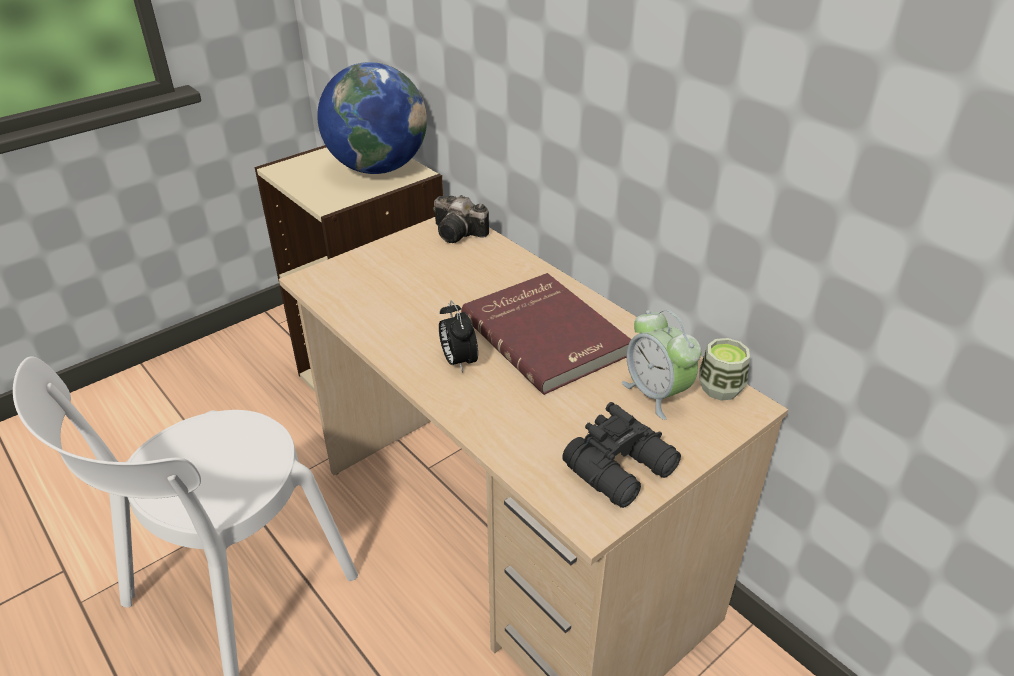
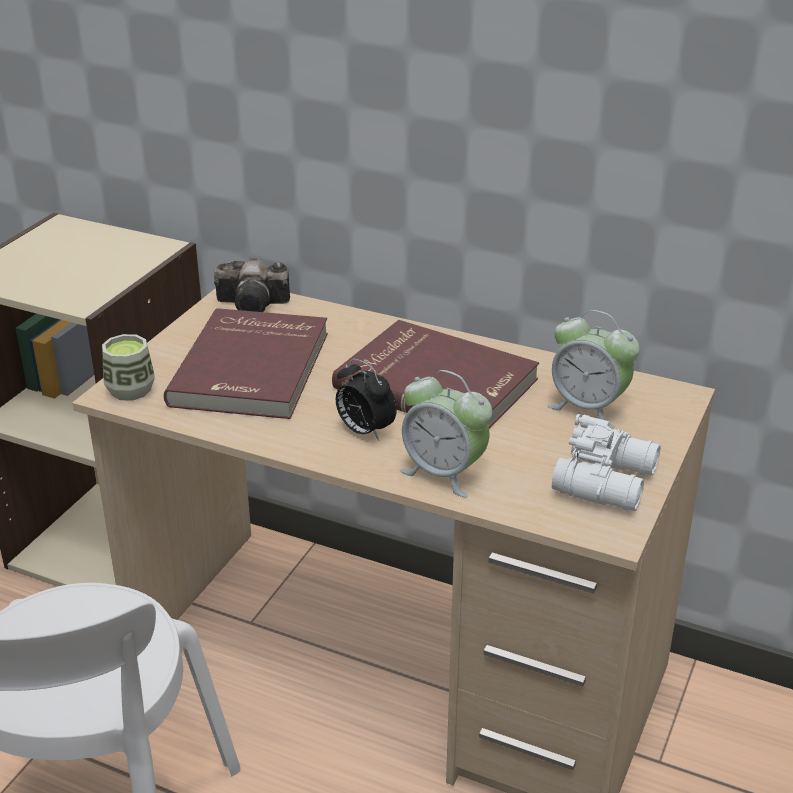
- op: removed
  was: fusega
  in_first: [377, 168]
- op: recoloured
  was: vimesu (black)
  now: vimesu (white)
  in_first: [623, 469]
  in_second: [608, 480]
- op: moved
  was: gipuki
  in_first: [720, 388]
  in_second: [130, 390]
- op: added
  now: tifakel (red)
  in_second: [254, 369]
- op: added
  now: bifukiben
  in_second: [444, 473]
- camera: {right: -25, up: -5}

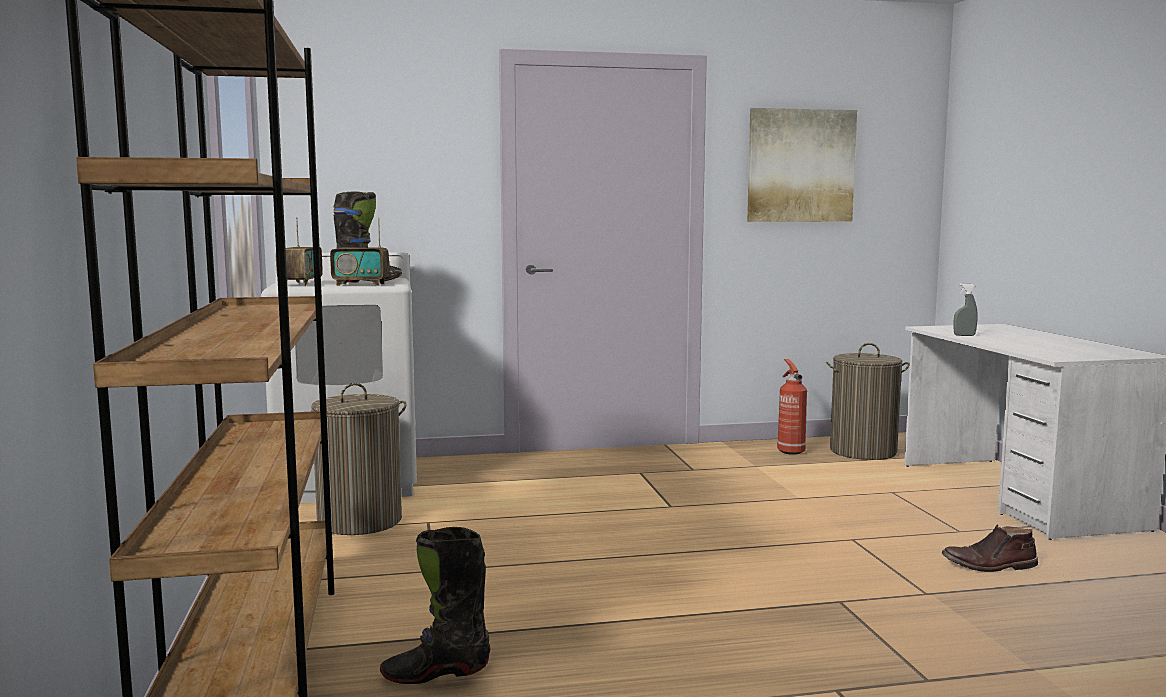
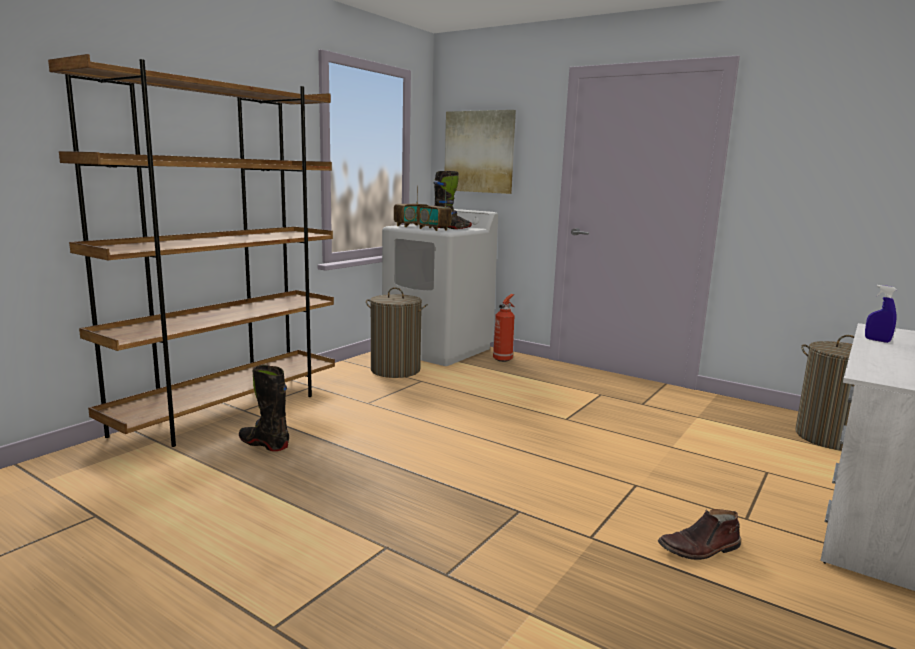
- op: moved
  was: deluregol
  in_first: [800, 166]
  in_second: [479, 152]
- op: moved
  was: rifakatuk
  in_first: [790, 451]
  in_second: [503, 359]
- op: turned
  was: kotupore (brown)
  in_first: [989, 565]
  in_second: [699, 549]
  clockwise: -60
- op: recoloured
  was: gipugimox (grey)
  now: gipugimox (blue)
  in_first: [964, 335]
  in_second: [877, 340]
- camera: {right: 45, up: 5}

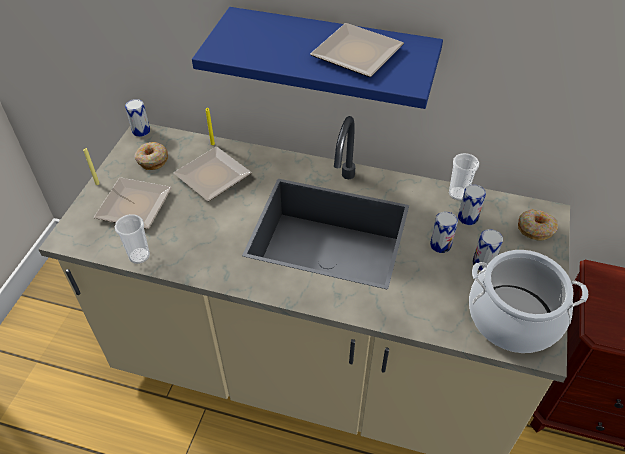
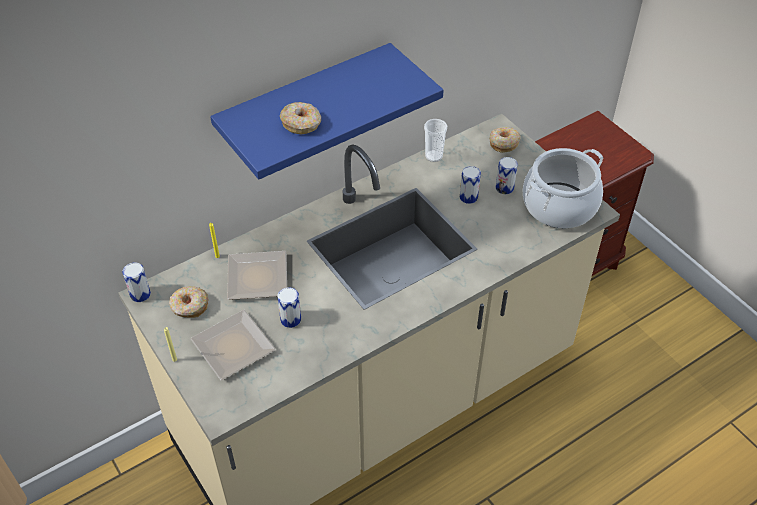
- op: removed
  was: gipuki
  in_first: [139, 256]
- op: removed
  was: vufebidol
  in_first: [360, 53]
- op: moved
  was: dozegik
  in_first: [468, 218]
  in_second: [290, 319]
- op: added
  now: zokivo
  in_second: [301, 123]
- camera: {right: -50, up: 0}

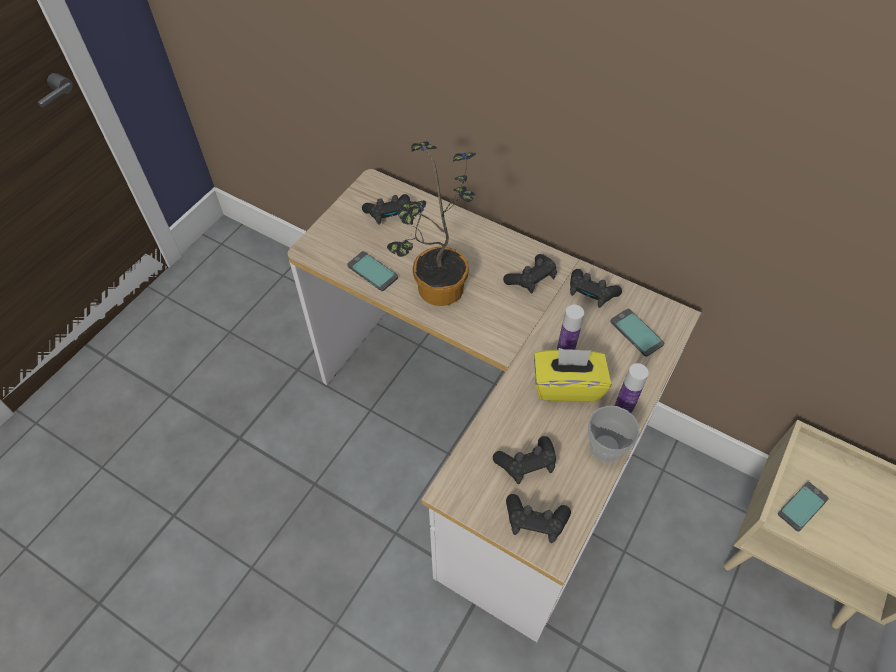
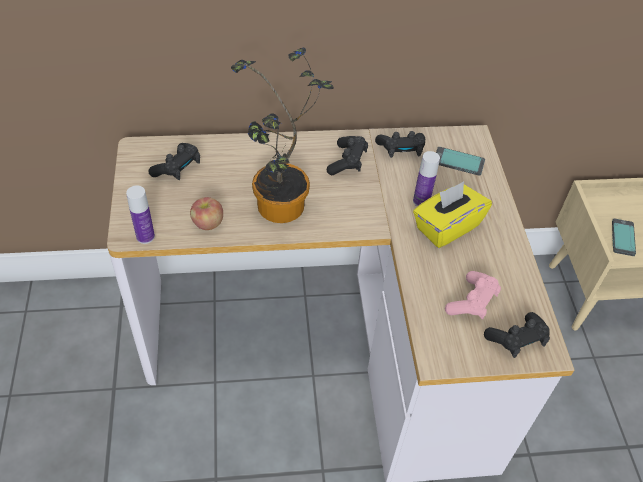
- op: replaced
  was: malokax
  now: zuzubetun
  in_first: [372, 272]
  in_second: [207, 223]
- op: recoloured
  was: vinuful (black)
  now: vinuful (pink)
  in_first: [526, 464]
  in_second: [472, 302]
- op: removed
  was: gipuki
  in_first: [605, 447]
- op: moved
  was: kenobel
  in_first: [624, 406]
  in_second: [145, 236]
- camera: {right: -40, up: -5}

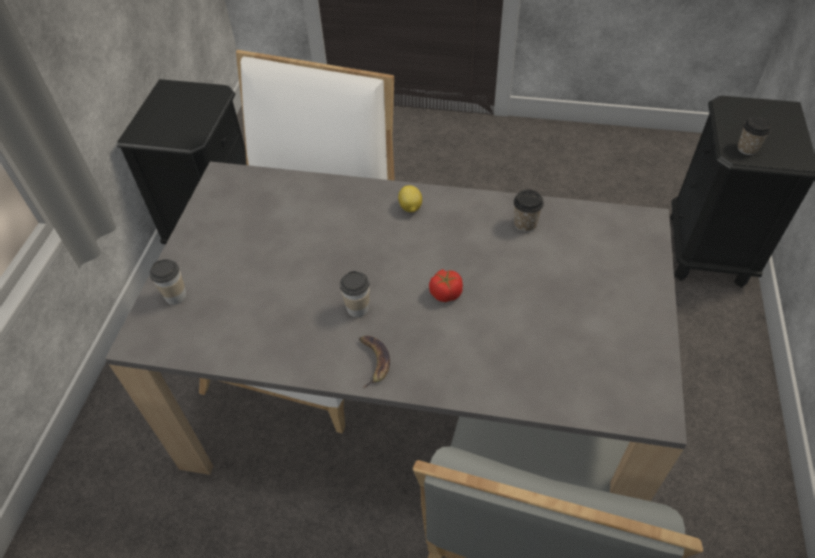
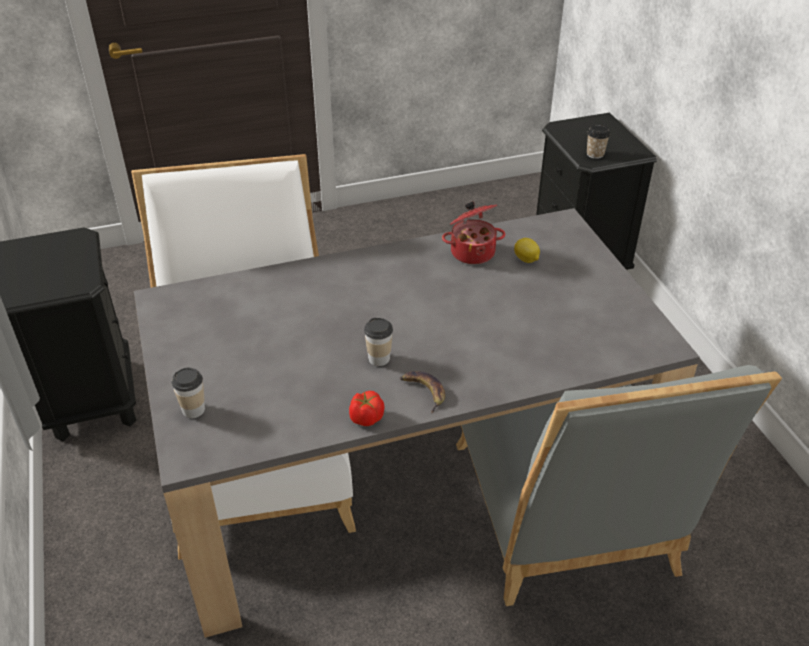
- op: moved
  was: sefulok
  in_first: [410, 208]
  in_second: [526, 260]
- op: moved
  was: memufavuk
  in_first: [445, 293]
  in_second: [366, 418]
- op: replaced
  was: gipuki
  now: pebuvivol
  in_first: [525, 224]
  in_second: [472, 251]
- camera: {right: -30, up: -10}

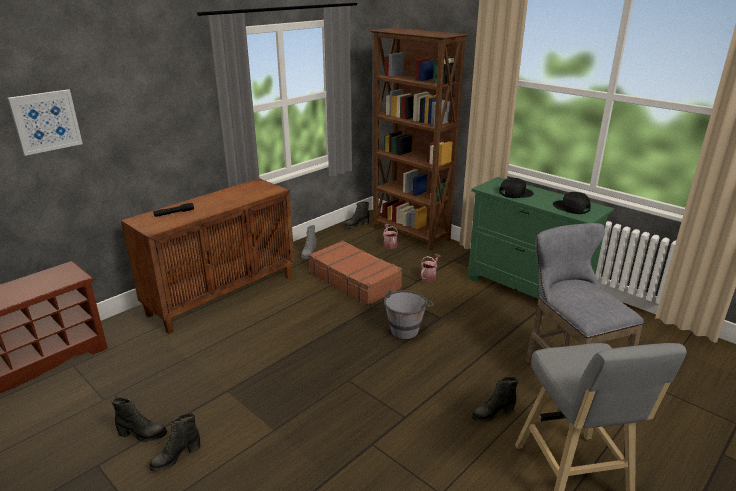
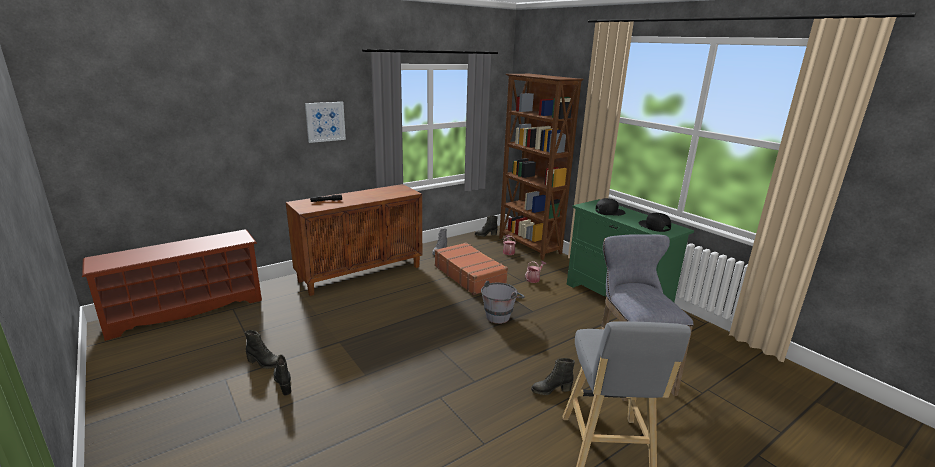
- op: moved
  was: deluregol
  in_first: [46, 121]
  in_second: [325, 121]
- op: turned
  was: kotupore (black)
  in_first: [176, 457]
  in_second: [283, 383]
  clockwise: 90
- camera: {right: 10, up: -5}

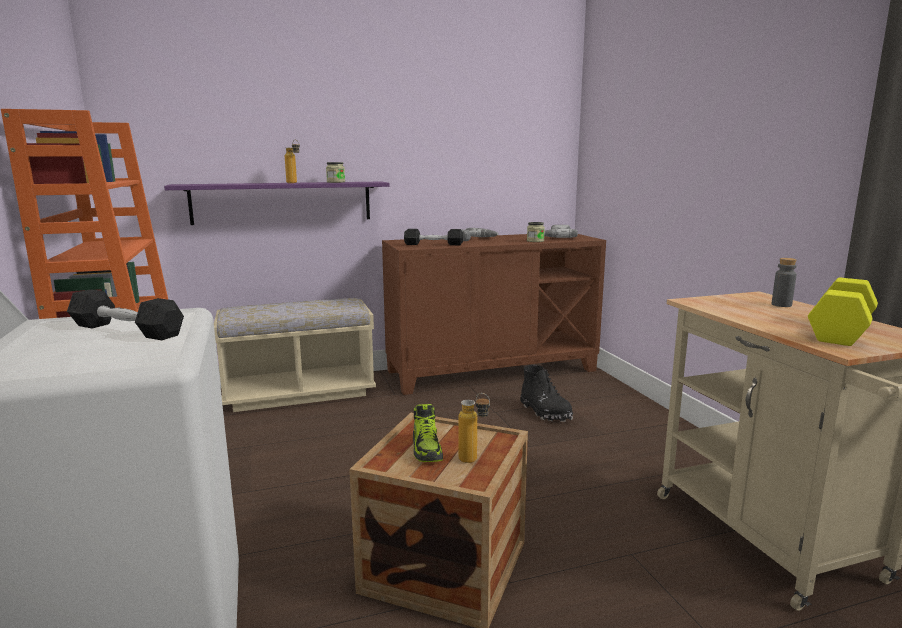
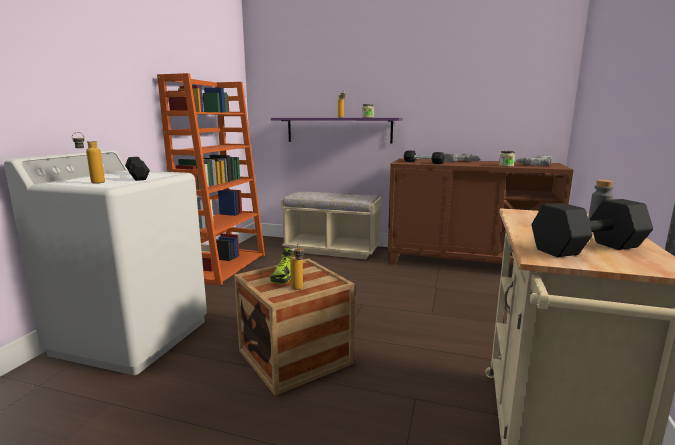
- op: removed
  was: kotupore (black)
  in_first: [545, 412]
- op: recoloured
  was: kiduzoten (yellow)
  now: kiduzoten (black)
  in_first: [842, 332]
  in_second: [587, 249]
- op: added
  now: kenobel
  in_second: [92, 183]
- camera: {right: 35, up: 0}

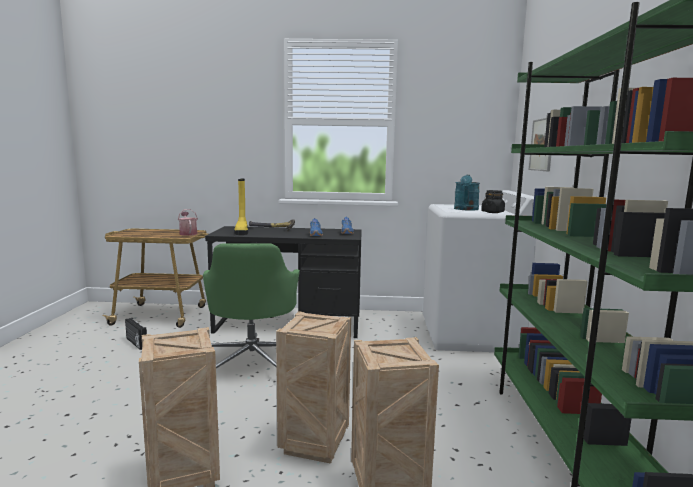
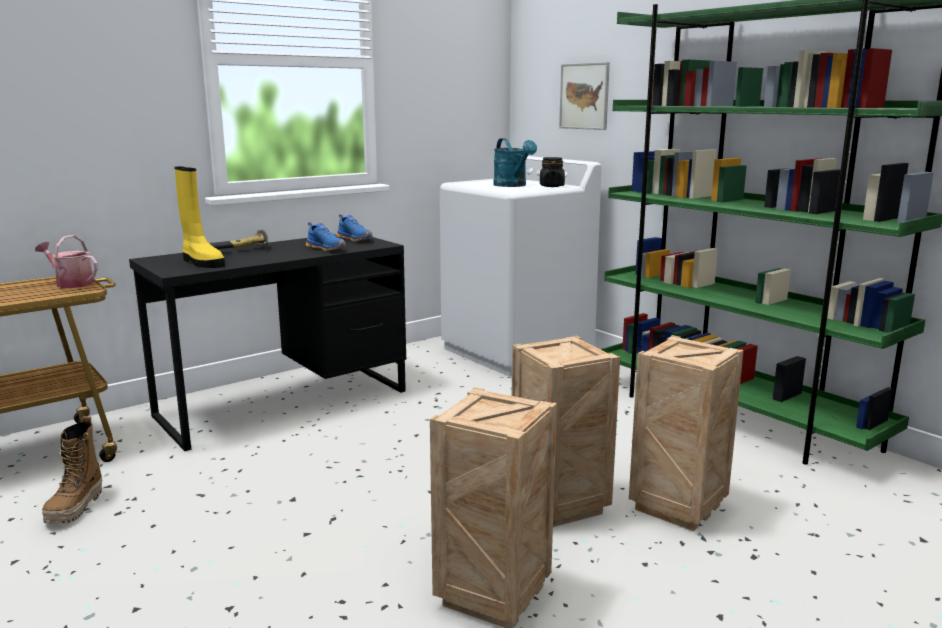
- op: replaced
  was: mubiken
  now: kotupore
  in_first: [136, 343]
  in_second: [76, 508]
- op: removed
  was: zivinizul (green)
  in_first: [253, 363]
- camera: {right: -40, up: 5}

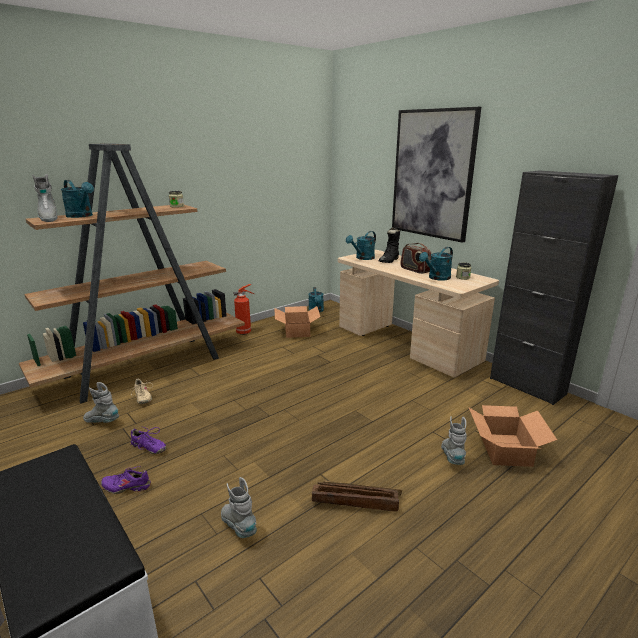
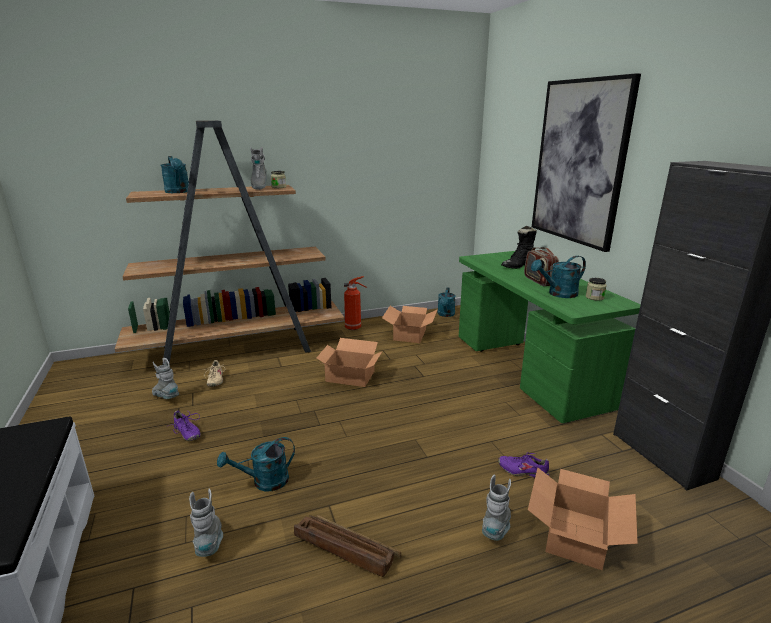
- op: moved
  was: kotupore (grey)
  in_first: [48, 219]
  in_second: [259, 187]
- op: moved
  was: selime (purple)
  in_first: [127, 486]
  in_second: [523, 471]
- op: recoloured
  was: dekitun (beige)
  now: dekitun (green)
  in_first: [406, 344]
  in_second: [527, 370]
- op: moved
  was: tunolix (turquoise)
  in_first: [362, 258]
  in_second: [264, 482]
- op: added
  now: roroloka
  in_second: [350, 376]
- camera: {right: 20, up: 0}

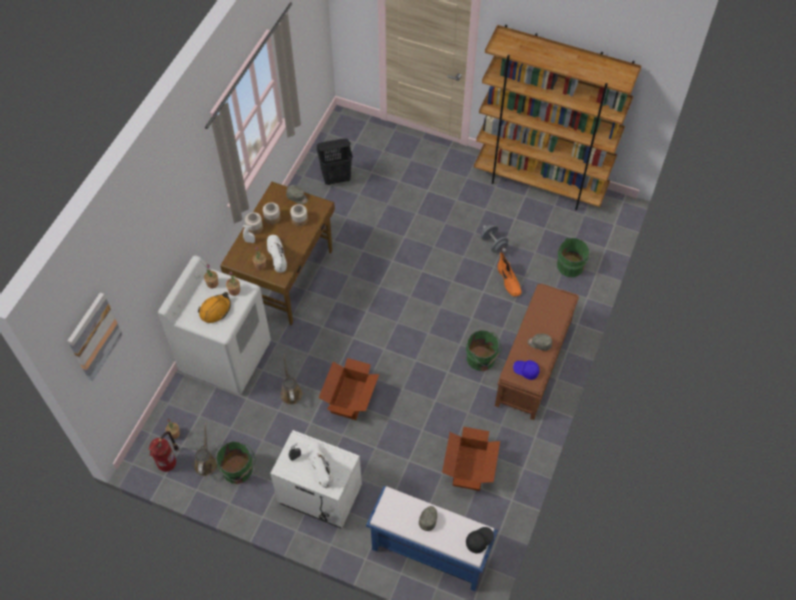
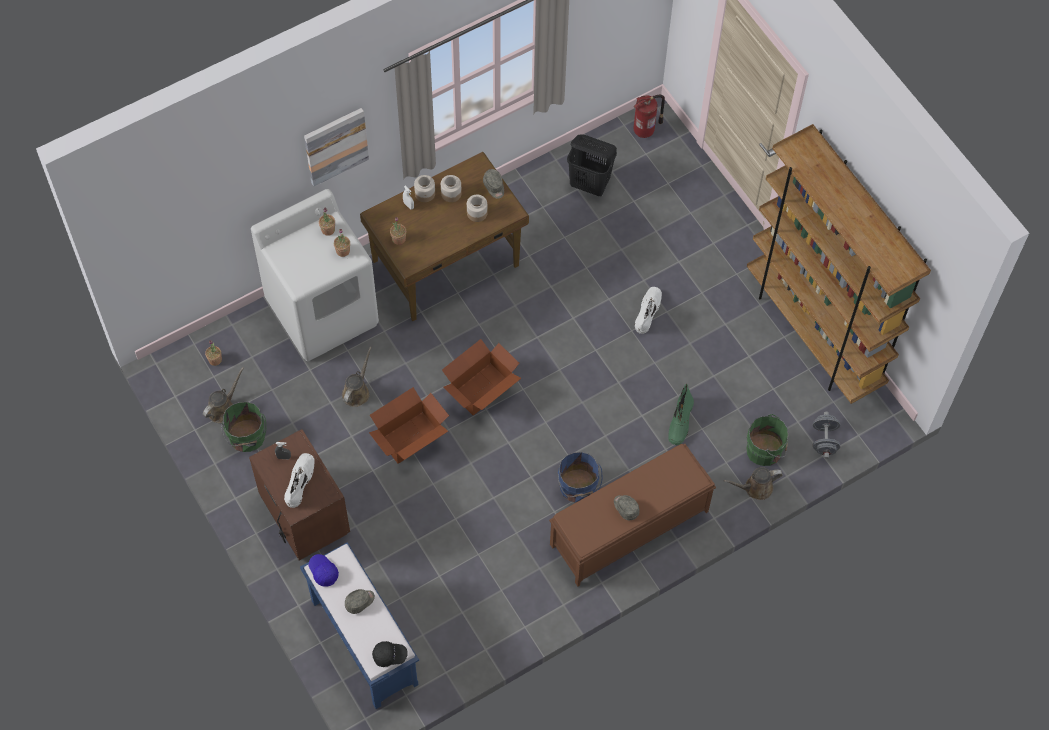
- op: moved
  was: deluregol
  in_first: [94, 336]
  in_second: [336, 145]
- op: moved
  was: rifakatuk
  in_first: [168, 462]
  in_second: [645, 130]
- op: removed
  was: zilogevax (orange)
  in_first: [215, 310]
- op: moved
  was: kotupore (white)
  in_first: [277, 254]
  in_second: [648, 311]
- op: recoloured
  was: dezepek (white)
  now: dezepek (brown)
  in_first: [319, 496]
  in_second: [303, 515]
- op: moved
  was: roroloka
  in_first: [469, 468]
  in_second: [480, 389]
- op: recoloured
  was: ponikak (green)
  now: ponikak (blue)
  in_first: [481, 359]
  in_second: [577, 487]
- op: moved
  was: kiduzoten (grey)
  in_first: [493, 244]
  in_second: [824, 440]
- op: recoloured
  was: kotupore (orange)
  now: kotupore (green)
  in_first: [509, 281]
  in_second: [680, 422]
- op: moved
  was: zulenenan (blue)
  in_first: [526, 371]
  in_second: [323, 572]
- op: added
  now: tunolix (brown)
  in_second: [755, 488]
- camera: {right: 35, up: 5}

